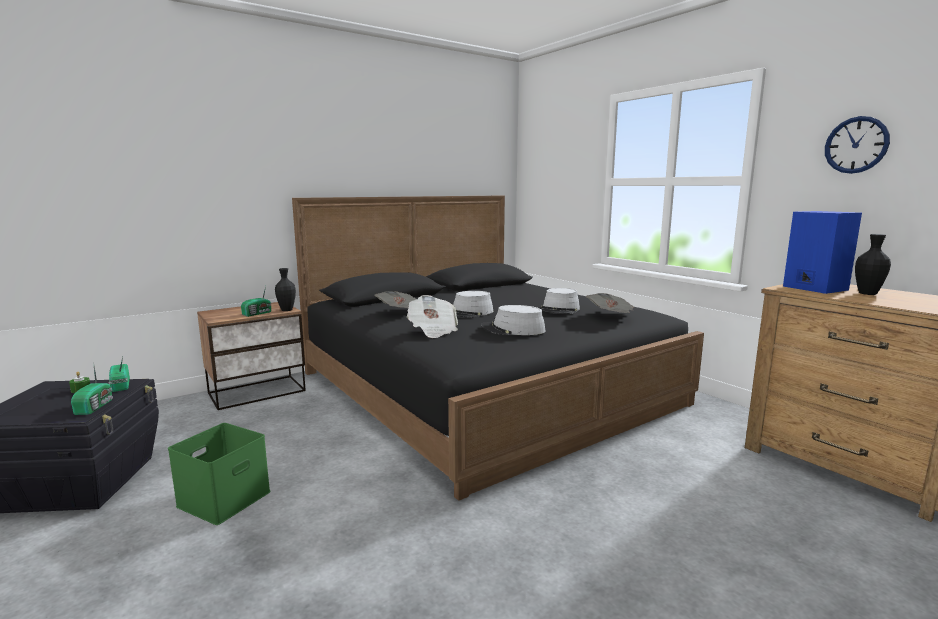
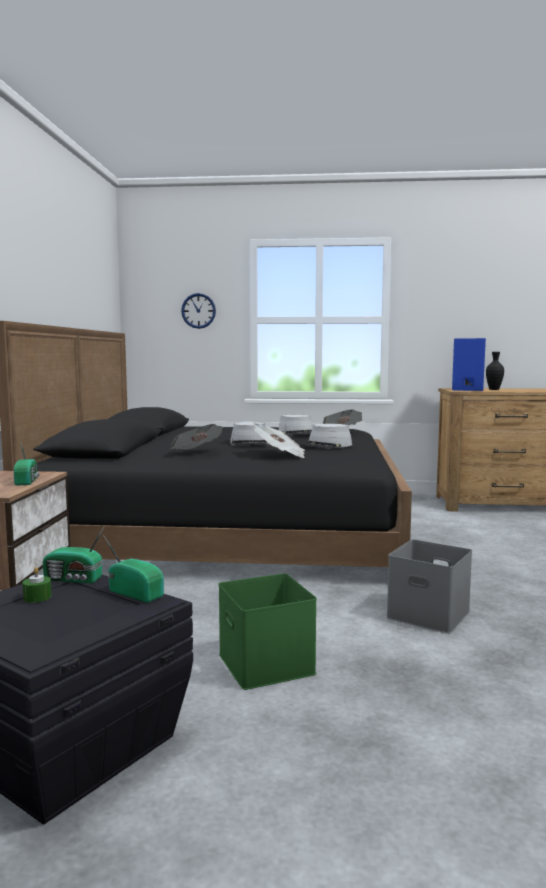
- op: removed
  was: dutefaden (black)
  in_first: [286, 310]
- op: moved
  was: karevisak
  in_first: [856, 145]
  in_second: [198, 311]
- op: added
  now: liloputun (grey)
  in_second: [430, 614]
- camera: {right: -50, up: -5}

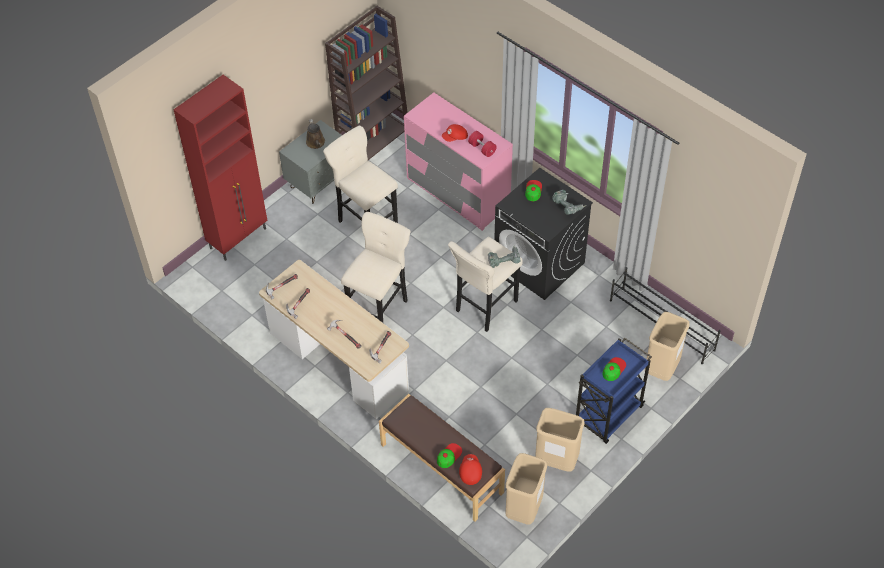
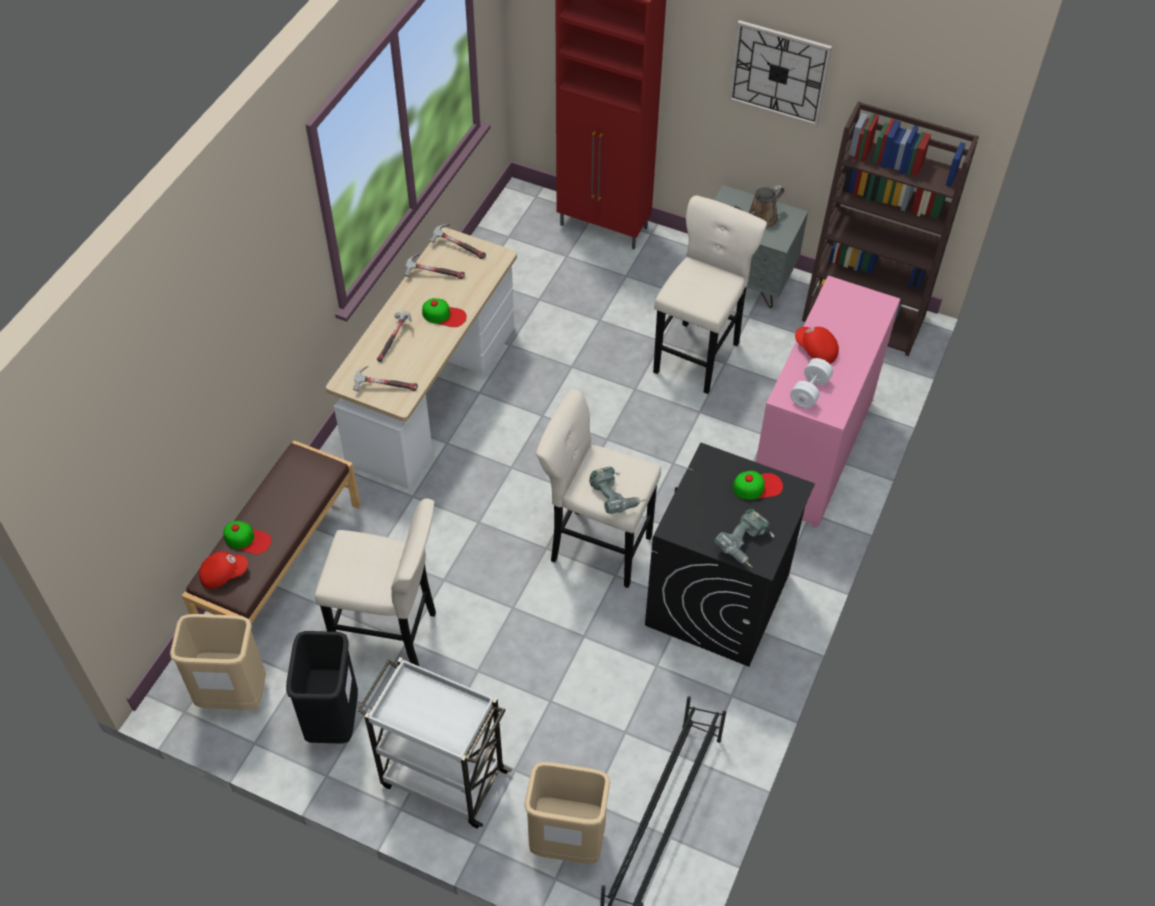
- op: moved
  was: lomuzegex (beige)
  in_first: [379, 308]
  in_second: [391, 636]
- op: recoloured
  was: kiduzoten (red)
  now: kiduzoten (white)
  in_first: [482, 149]
  in_second: [809, 391]
- op: recoloured
  was: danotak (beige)
  now: danotak (black)
  in_first: [556, 460]
  in_second: [333, 720]
- op: recoloured
  was: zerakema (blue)
  now: zerakema (white)
  in_first: [608, 415]
  in_second: [442, 777]
- op: moved
  was: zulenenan
  in_first: [613, 369]
  in_second: [444, 315]
- op: added
  now: karevisak
  in_second: [779, 73]
- camera: {right: 70, up: 0}

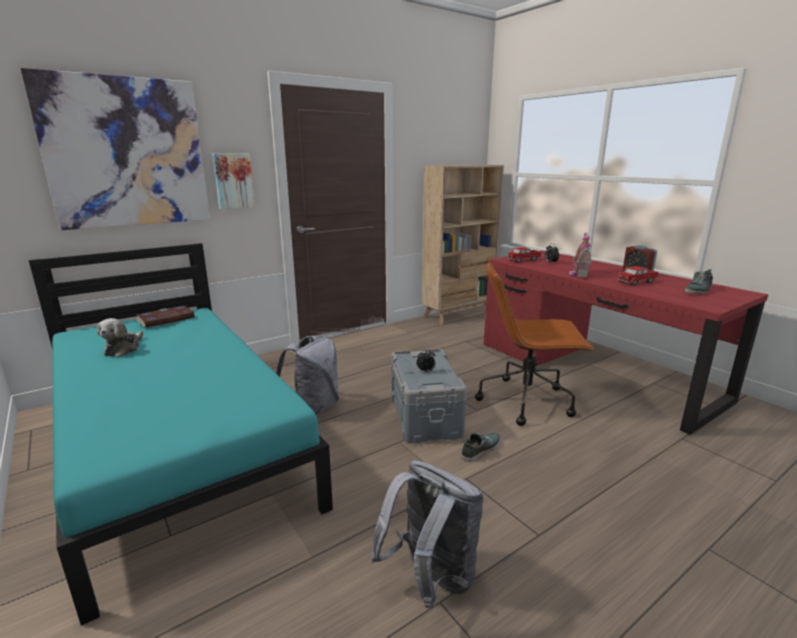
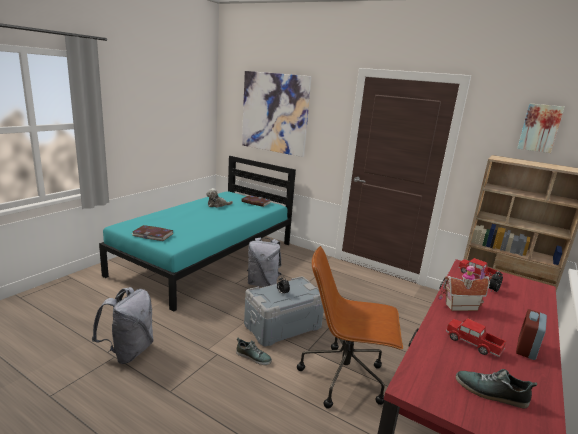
- op: moved
  was: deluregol
  in_first: [233, 181]
  in_second: [540, 128]
- op: turned
  was: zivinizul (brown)
  in_first: [527, 401]
  in_second: [345, 377]
  clockwise: -60
- op: added
  now: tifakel
  in_second: [153, 235]
- camera: {right: 65, up: 0}

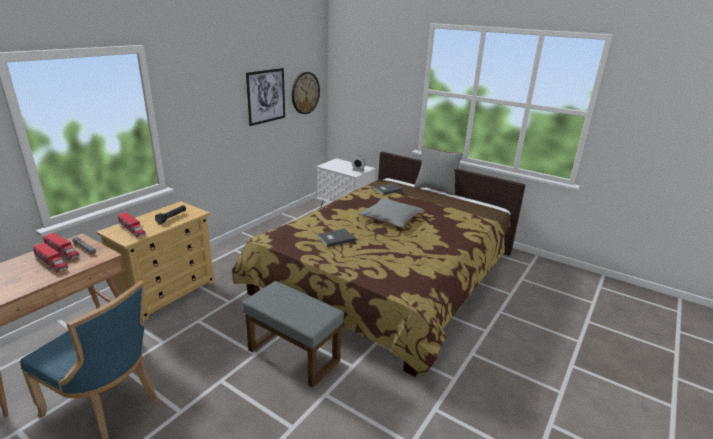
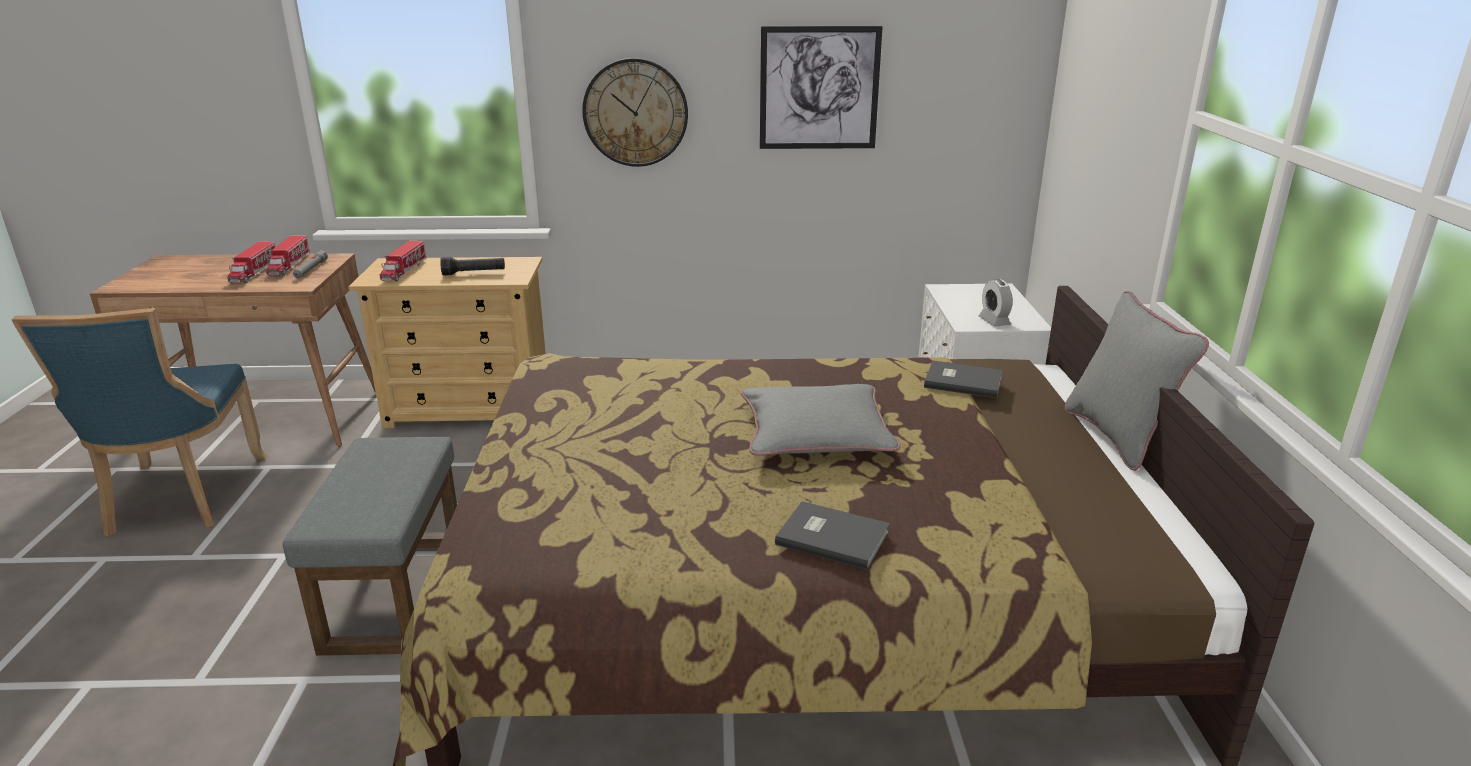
- op: moved
  was: karevisak
  in_first: [305, 93]
  in_second: [635, 112]
- op: moved
  was: tifakel (grey)
  in_first: [335, 238]
  in_second: [831, 536]
- camera: {right: 55, up: 0}

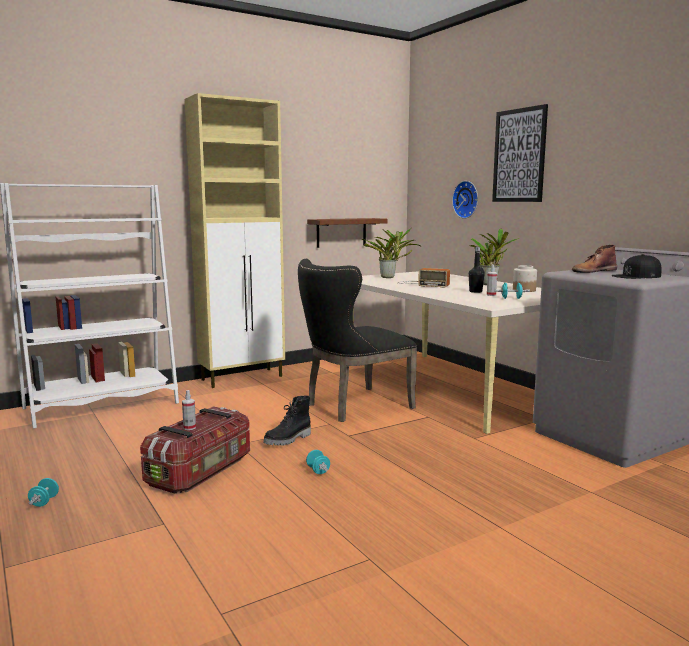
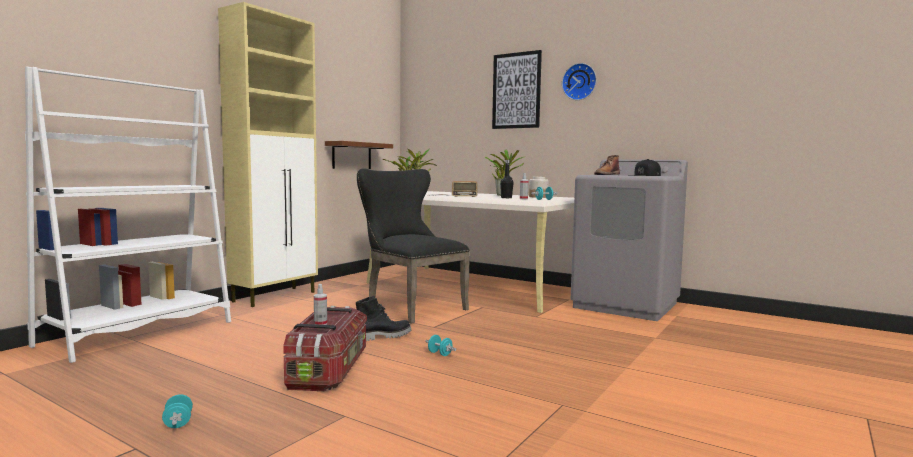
- op: turned
  was: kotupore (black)
  in_first: [288, 440]
  in_second: [383, 336]
  clockwise: -135
- op: turned
  was: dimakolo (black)
  in_first: [353, 406]
  in_second: [410, 307]
  clockwise: 105
- op: moved
  was: karevisak
  in_first: [467, 199]
  in_second: [579, 82]
- camera: {right: -25, up: -5}

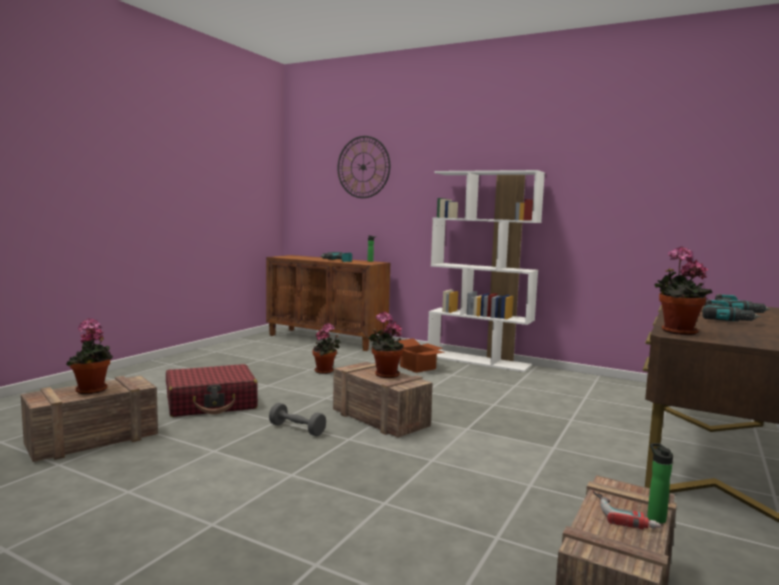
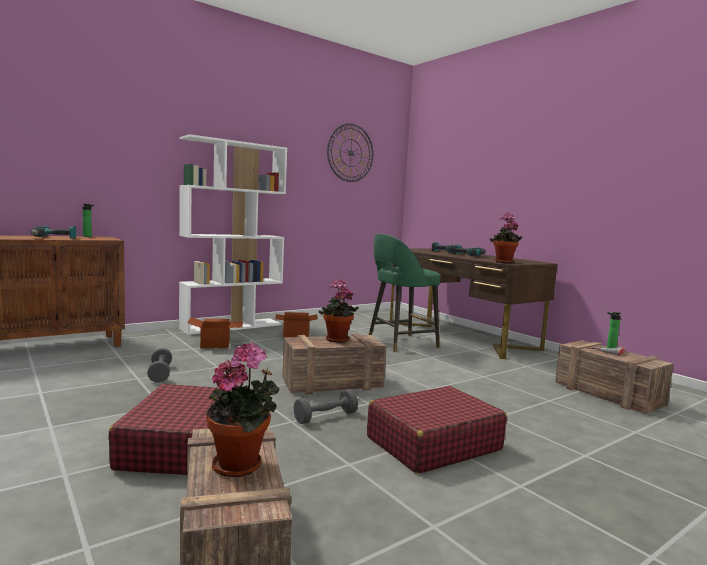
- op: replaced
  was: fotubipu
  now: kiduzoten (grey)
  in_first: [325, 371]
  in_second: [160, 374]
- op: moved
  was: karevisak
  in_first: [363, 167]
  in_second: [350, 153]
- op: added
  now: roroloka
  in_second: [296, 335]
- op: added
  now: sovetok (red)
  in_second: [433, 444]
- op: added
  now: lomuzegex (green)
  in_second: [400, 343]
- camera: {right: -65, up: 0}

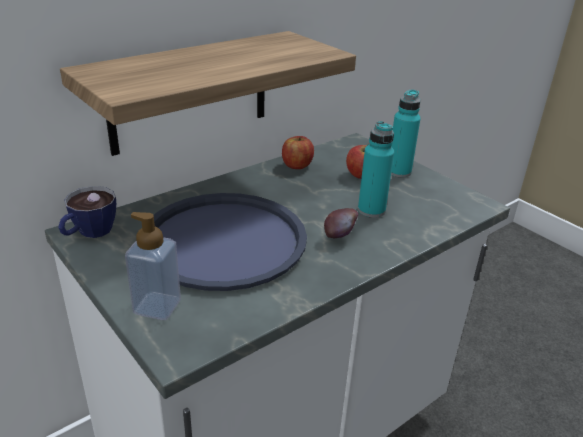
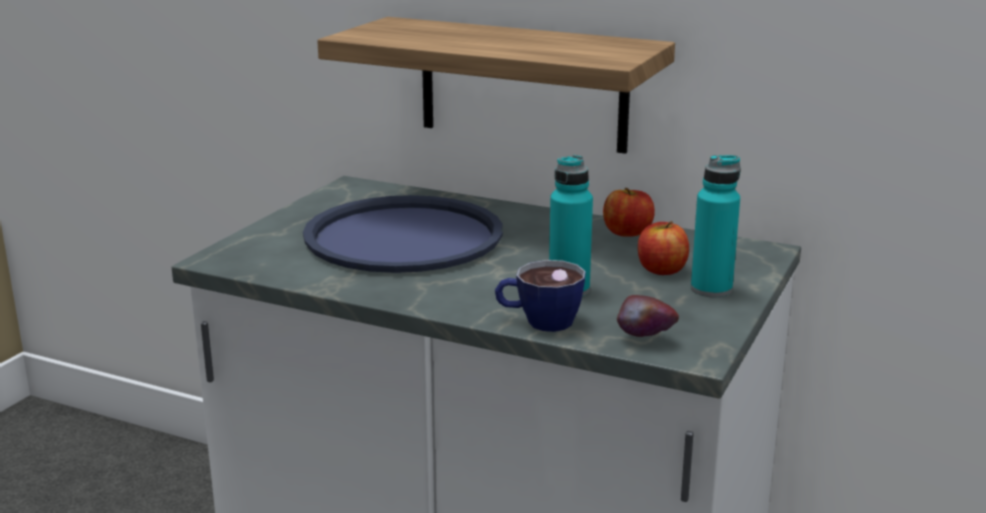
- op: moved
  was: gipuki
  in_first: [89, 233]
  in_second: [538, 321]
- op: removed
  was: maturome
  in_first: [157, 306]
- op: moved
  was: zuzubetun
  in_first: [339, 236]
  in_second: [645, 340]
- camera: {right: 65, up: -10}

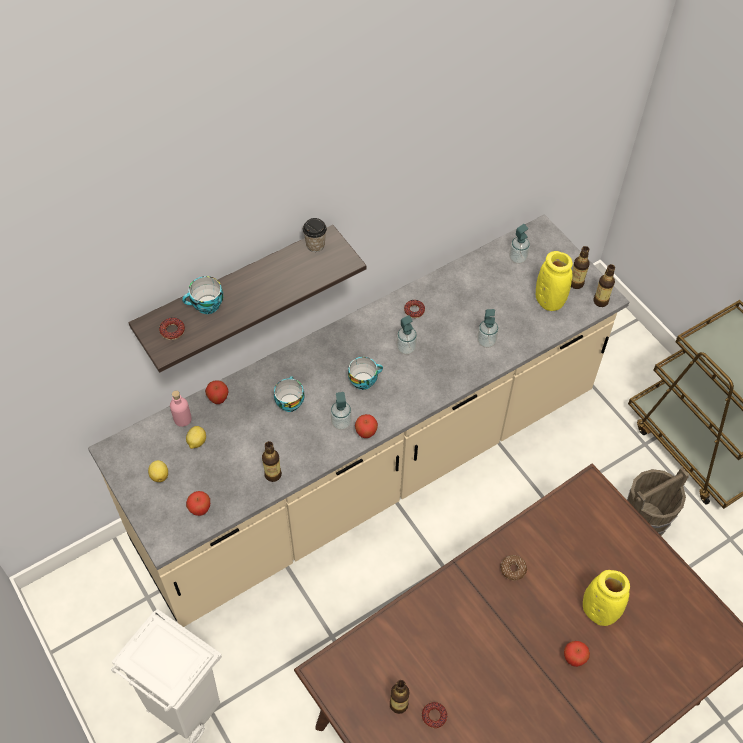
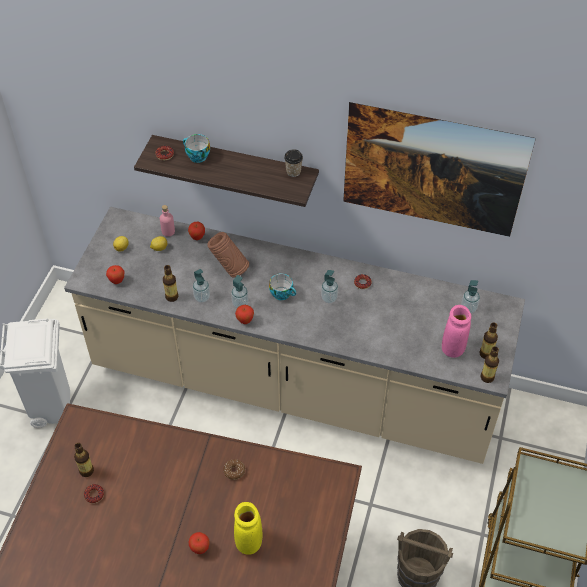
- op: replaced
  was: gipuki
  now: dutefaden (brown)
  in_first: [289, 401]
  in_second: [229, 269]
- op: moved
  was: maturome
  in_first: [486, 341]
  in_second: [202, 297]
- op: recoloured
  was: dutefaden (yellow)
  now: dutefaden (pink)
  in_first: [549, 301]
  in_second: [453, 348]
- op: added
  now: deluregol
  in_second: [428, 196]
- camera: {right: 50, up: -5}

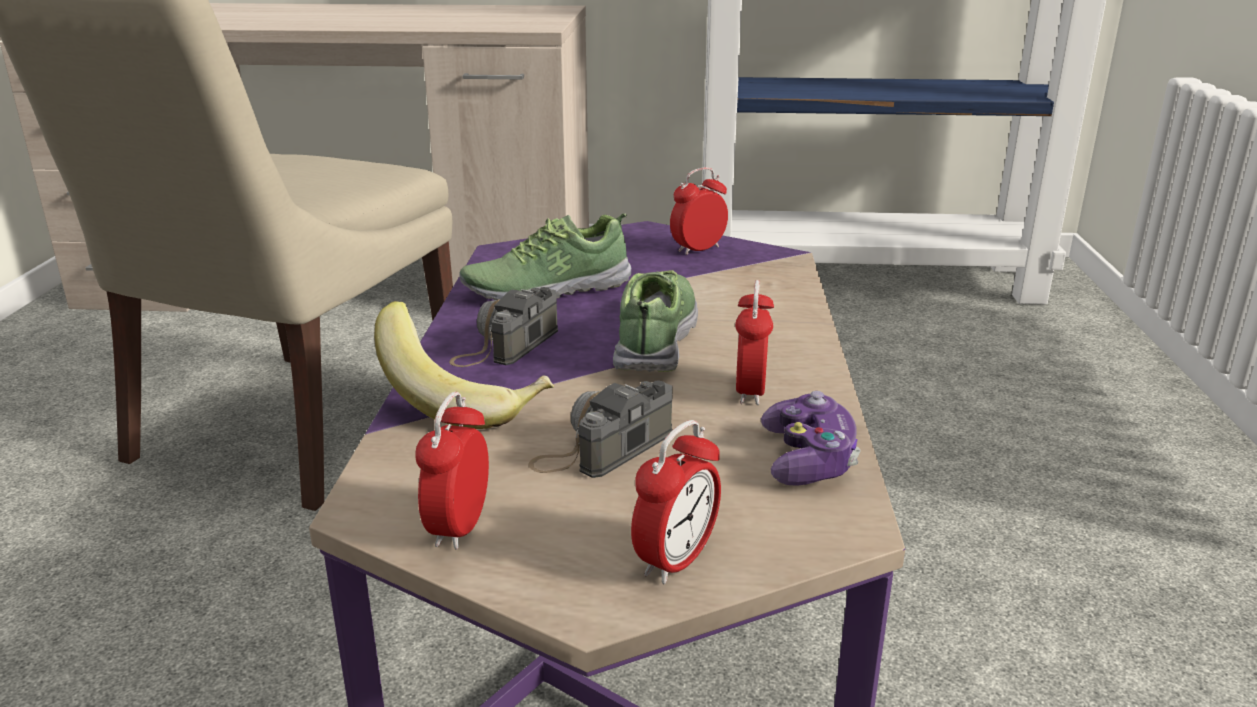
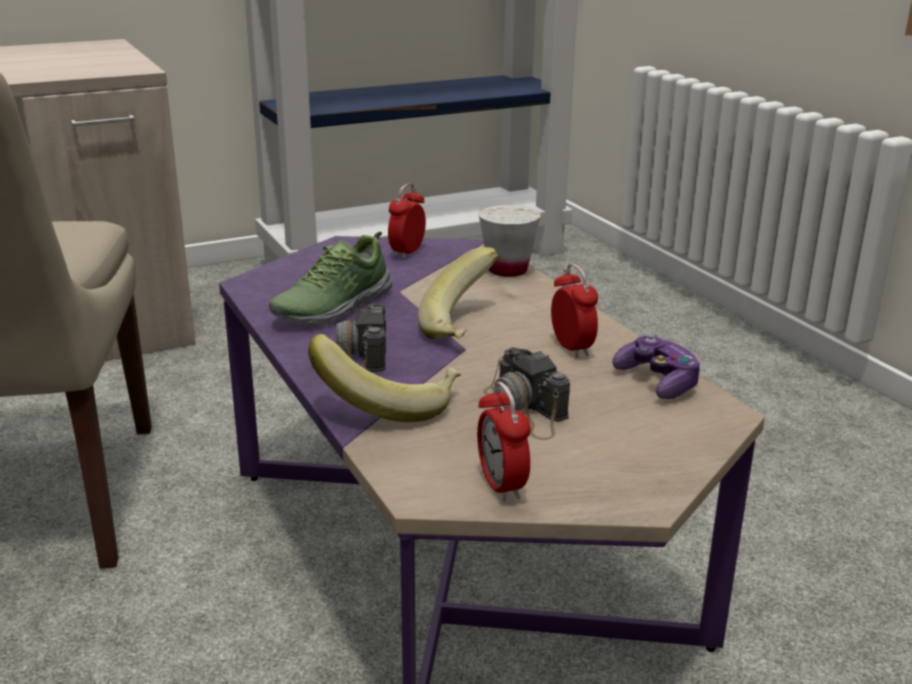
- op: turned
  was: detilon
  in_first: [603, 448]
  in_second: [526, 409]
  clockwise: -45
- op: replaced
  was: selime
  now: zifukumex
  in_first: [657, 339]
  in_second: [465, 327]
- op: removed
  was: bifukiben
  in_first: [676, 560]
- op: added
  now: gipuki (white)
  in_second: [507, 270]
- camera: {right: -30, up: 0}

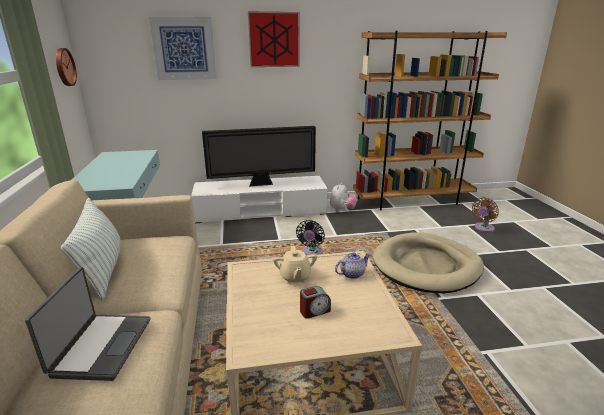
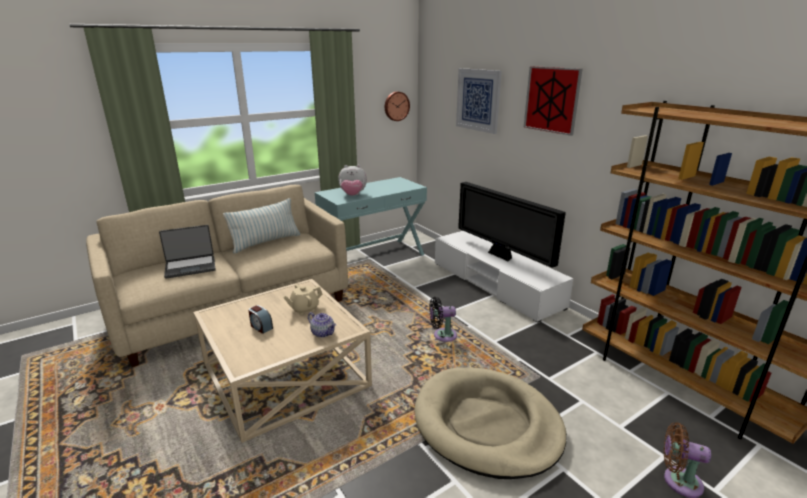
- op: moved
  was: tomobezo
  in_first: [342, 210]
  in_second: [353, 195]
- camera: {right: 65, up: 0}

